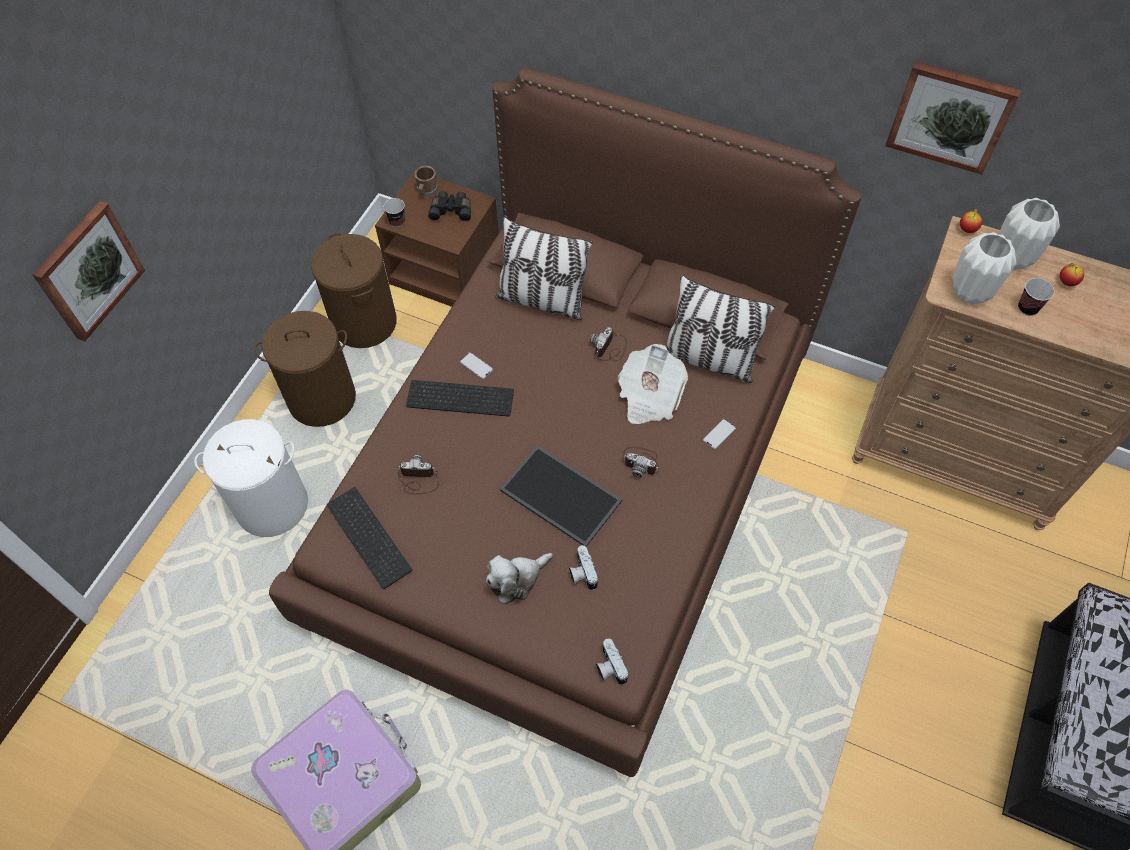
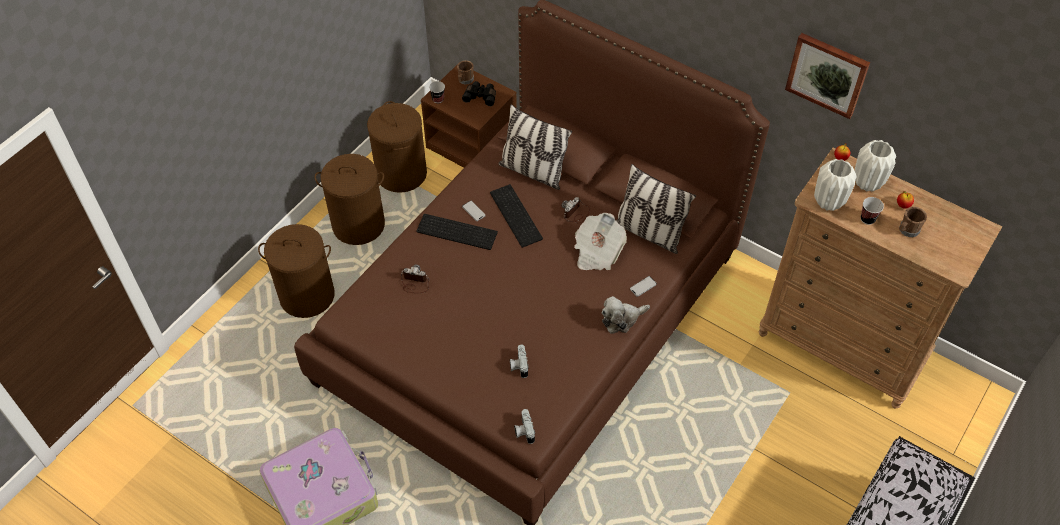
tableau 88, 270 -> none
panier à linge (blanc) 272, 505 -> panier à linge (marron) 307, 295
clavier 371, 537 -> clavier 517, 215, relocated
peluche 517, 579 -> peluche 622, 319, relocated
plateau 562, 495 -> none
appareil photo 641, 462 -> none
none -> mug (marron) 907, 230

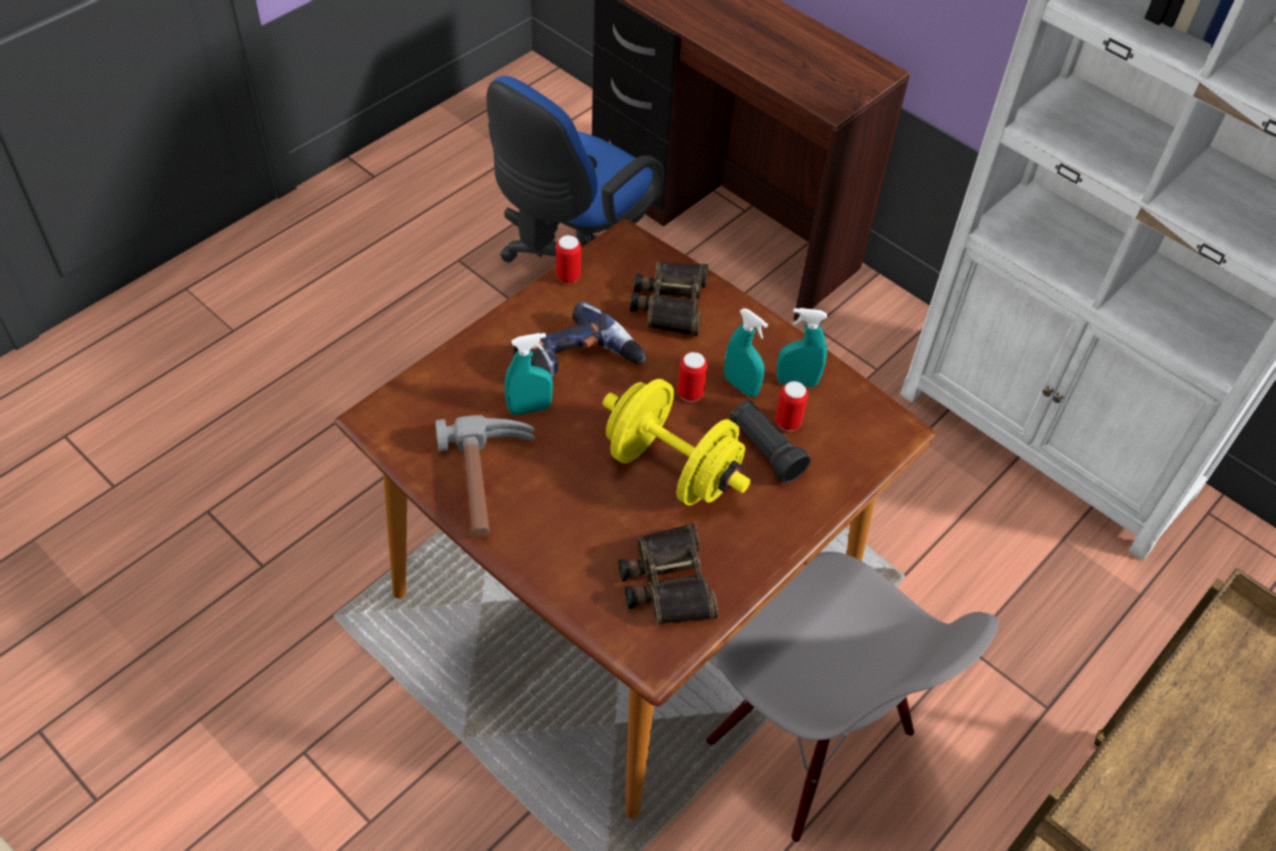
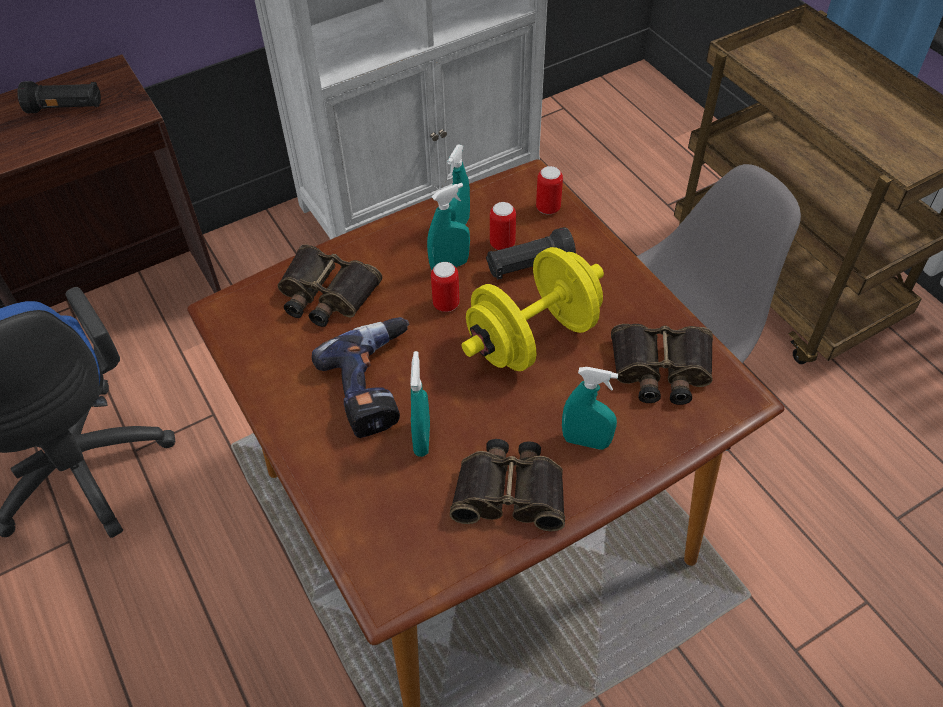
marteau 491, 482 -> jumelles 510, 491
boîte métallique 568, 276 -> boîte métallique 548, 208, relocated
none -> lampe de poche (noir) 66, 108
none -> vaporisateur (turquoise) 586, 441

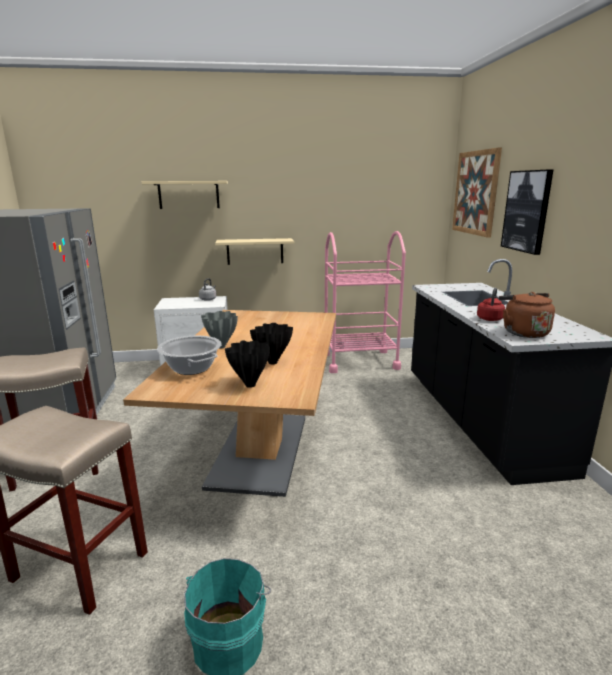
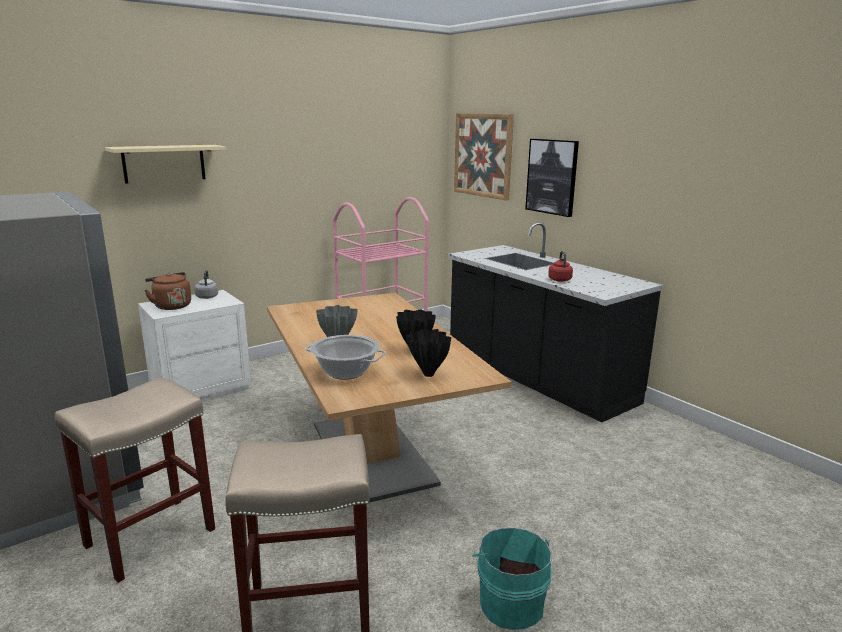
étagère (beige) 255, 251 -> none
bouilloire (marron) 523, 332 -> bouilloire (marron) 171, 306, relocated

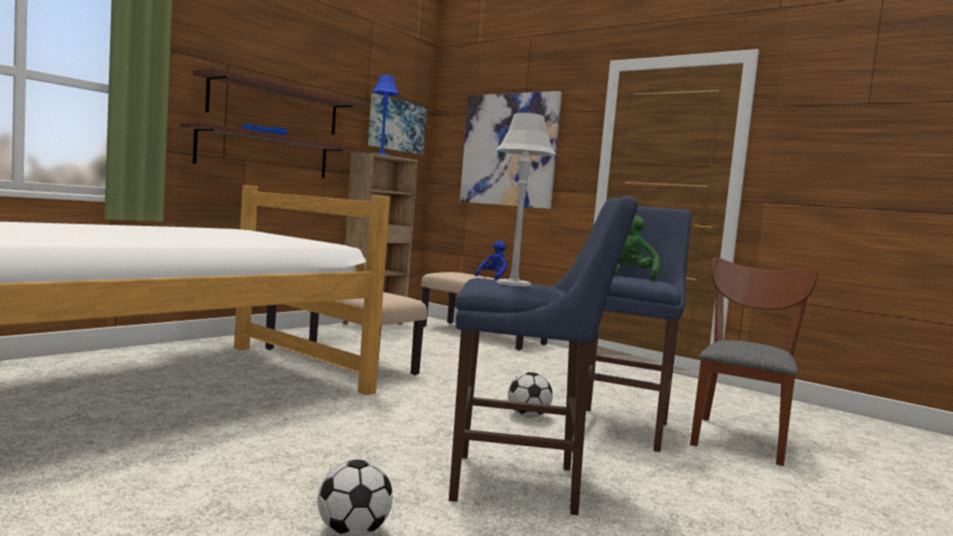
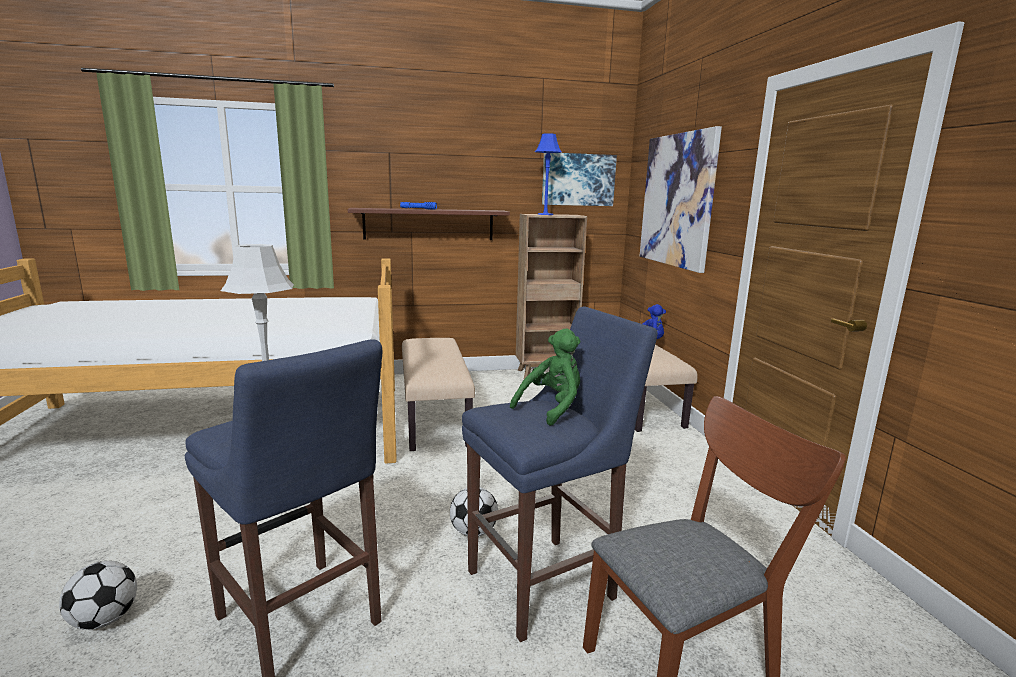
étagère 276, 106 -> none

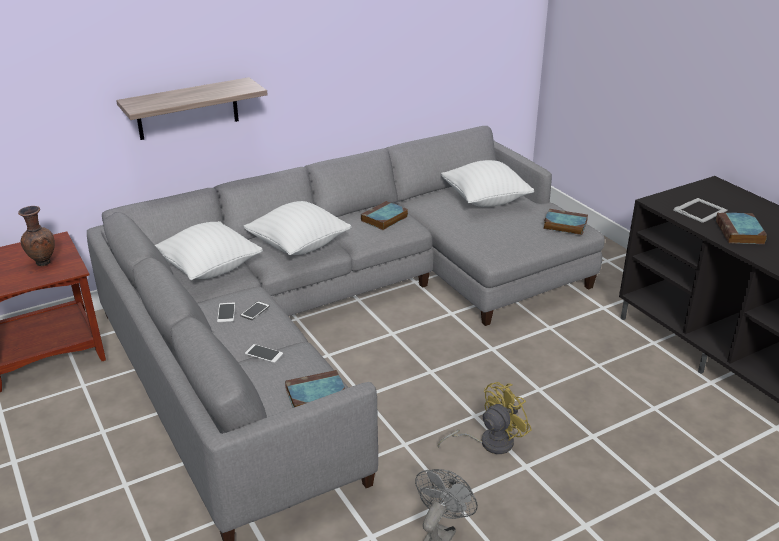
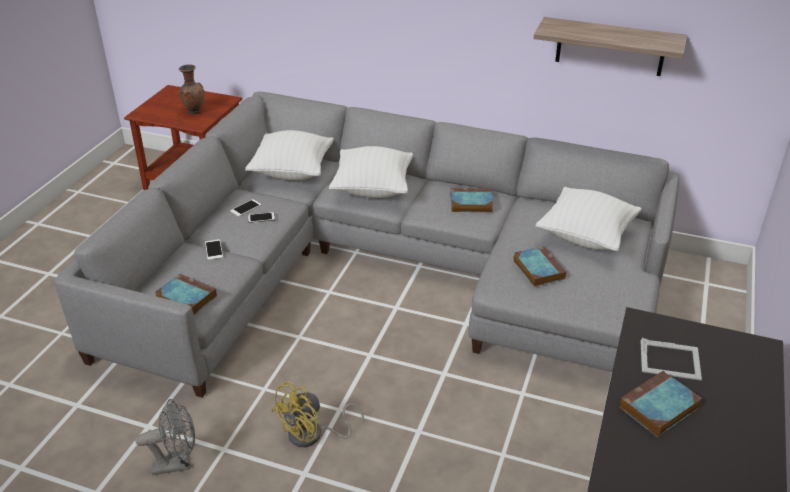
étagère 187, 109 -> étagère 610, 47, relocated
ventilateur (jaune) 489, 442 -> ventilateur (jaune) 313, 435, 120 degrees clockwise
livre 564, 225 -> livre 537, 269, relocated

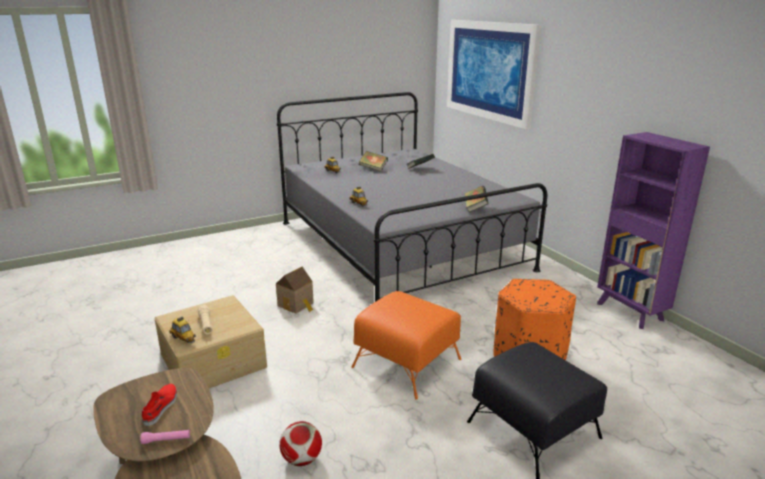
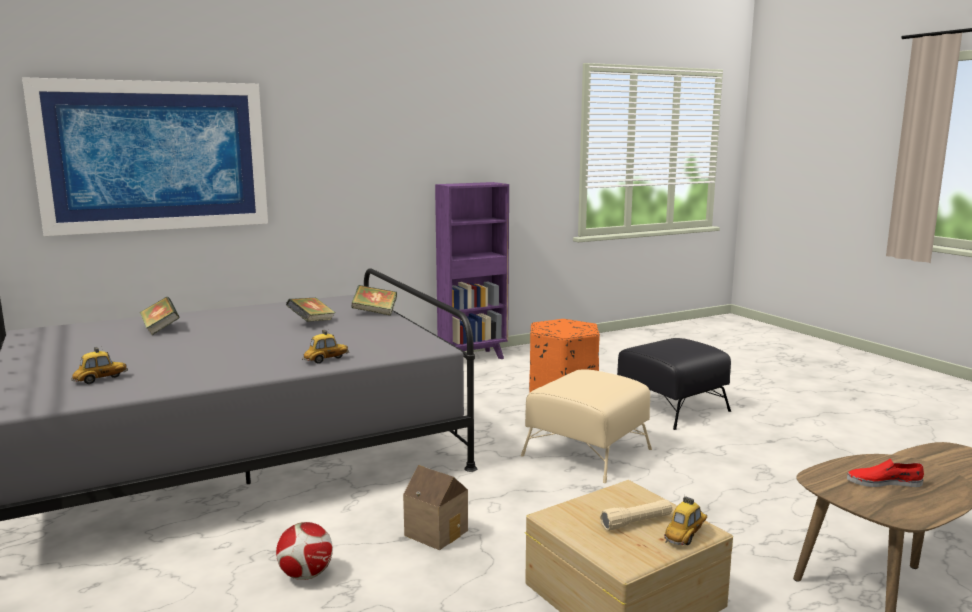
lampe de poche (rose) 166, 440 -> none
ballon de foot 301, 459 -> ballon de foot 306, 575, relocated
pouf (orange) 407, 363 -> pouf (beige) 587, 452
livre 373, 169 -> livre 312, 323, relocated

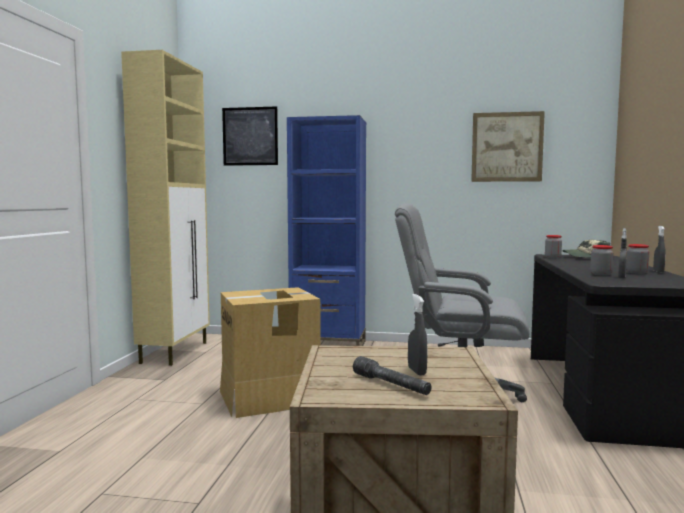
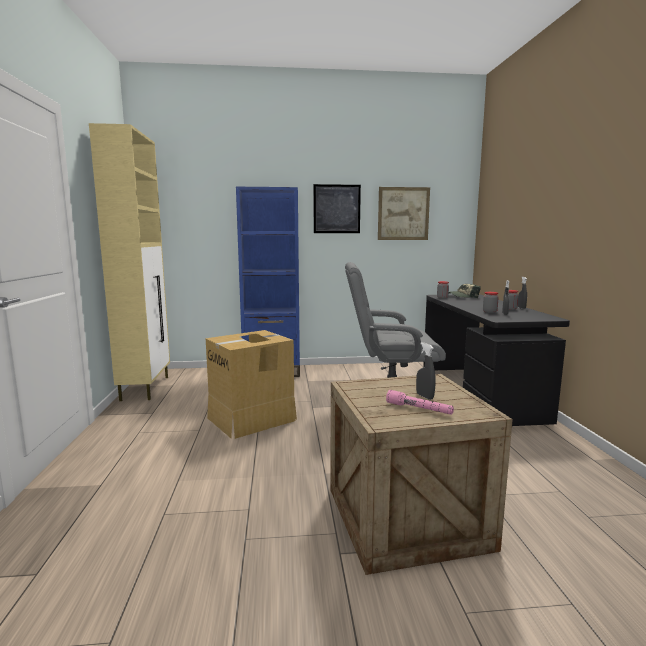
tableau 250, 136 -> tableau 336, 209, relocated
lampe de poche (gris) 391, 385 -> lampe de poche (rose) 419, 409

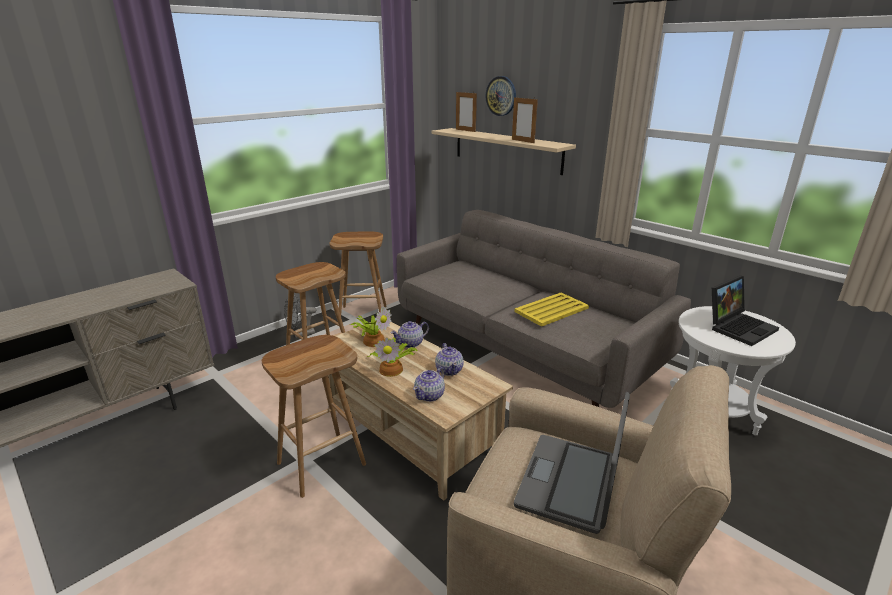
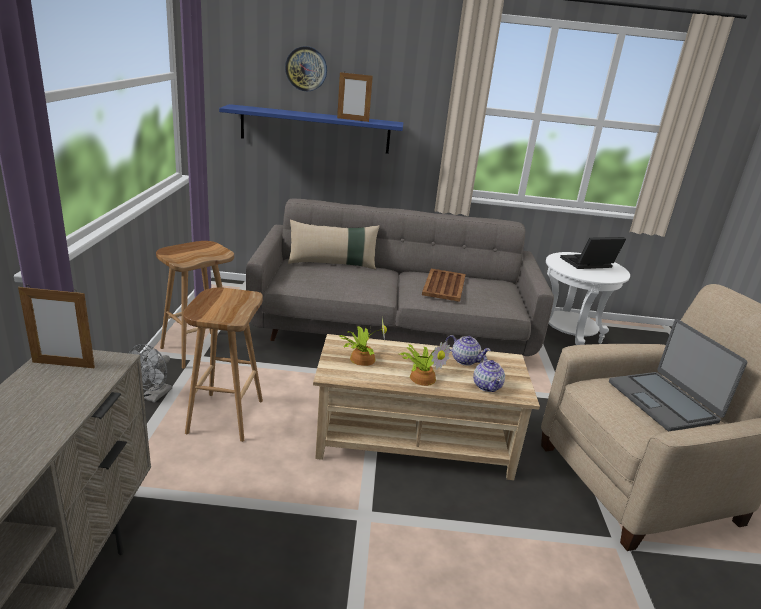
tabouret (marron) 322, 462 -> none
théière 411, 343 -> none
étagère (beige) 506, 150 -> étagère (bleu) 315, 129
cadre photo 465, 130 -> cadre photo 63, 365, relocated
plateau (jaune) 551, 310 -> plateau (marron) 444, 286
ordinateur portable 739, 327 -> ordinateur portable 587, 264, 120 degrees counterclockwise
none -> coussin (beige) 332, 264

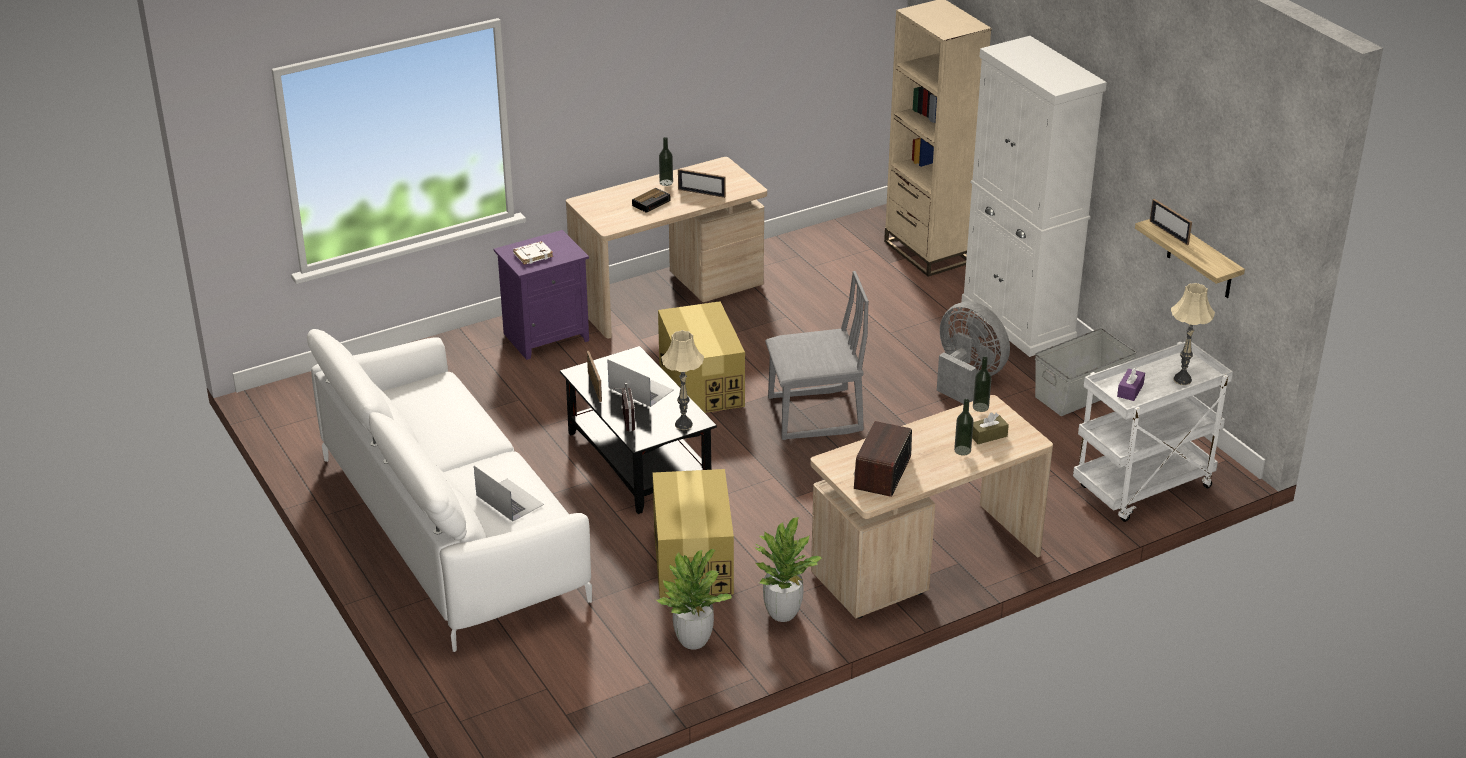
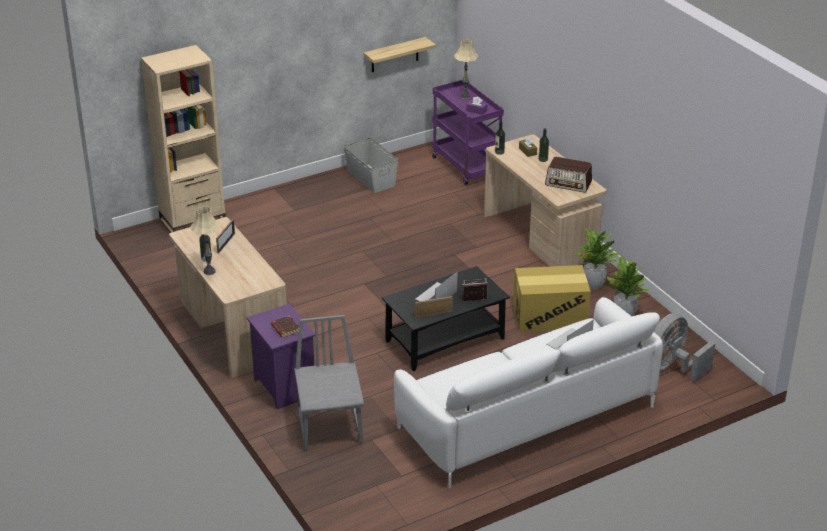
livre (blanc) 533, 255 -> livre (marron) 285, 328
réveil 652, 202 -> none
carton 701, 384 -> none
lampe de table (beige) 684, 425 -> lampe de table (beige) 209, 271, relocated
chaise (gris) 815, 415 -> chaise (gris) 331, 426, relocated
ventilateur (gris) 967, 378 -> ventilateur (gris) 671, 367, relocated
meuble de rangement (blanc) 1018, 321 -> none
chariot (blanc) 1142, 489 -> chariot (violet) 467, 167
cadre photo 1169, 232 -> none

